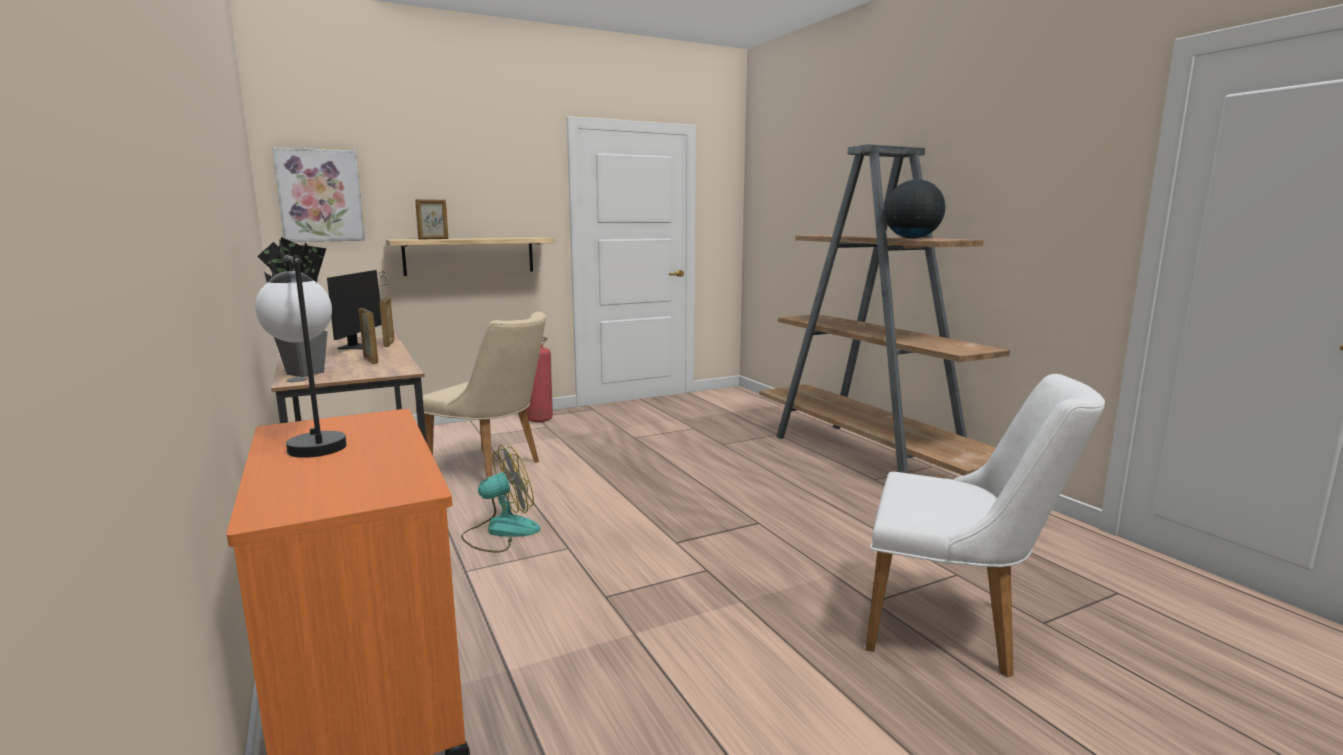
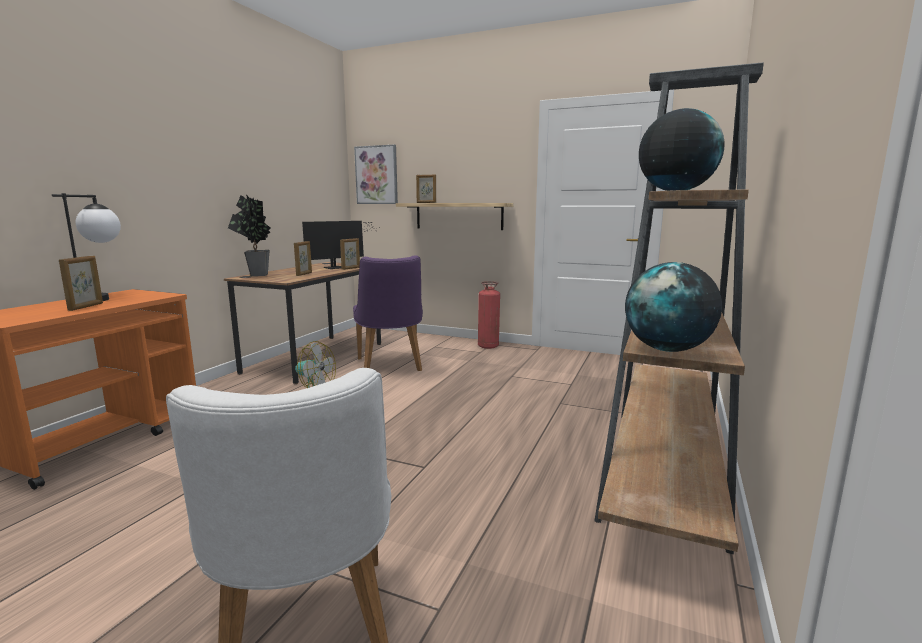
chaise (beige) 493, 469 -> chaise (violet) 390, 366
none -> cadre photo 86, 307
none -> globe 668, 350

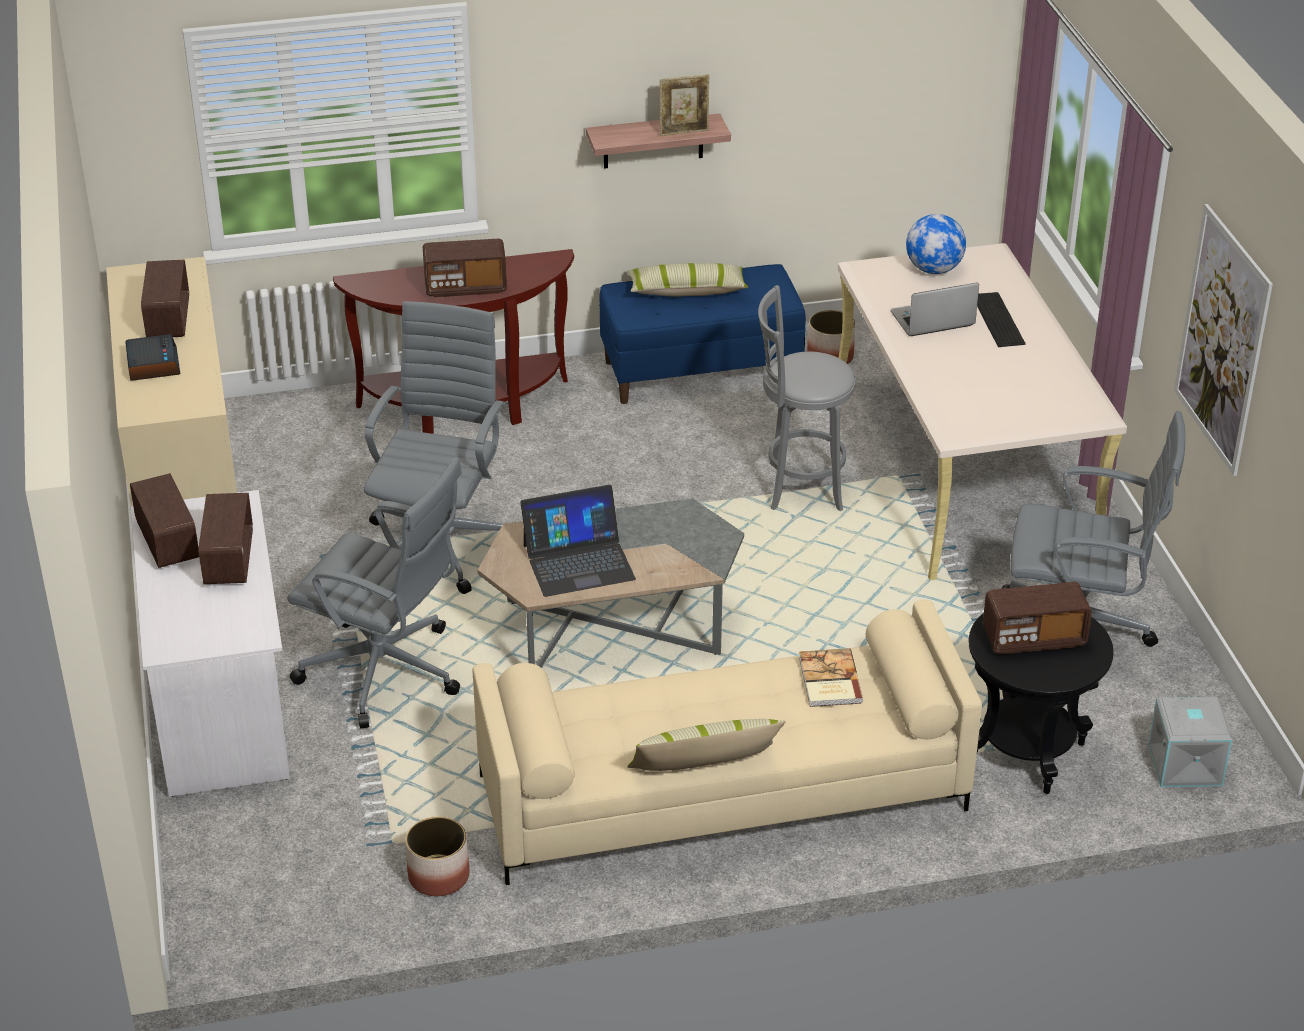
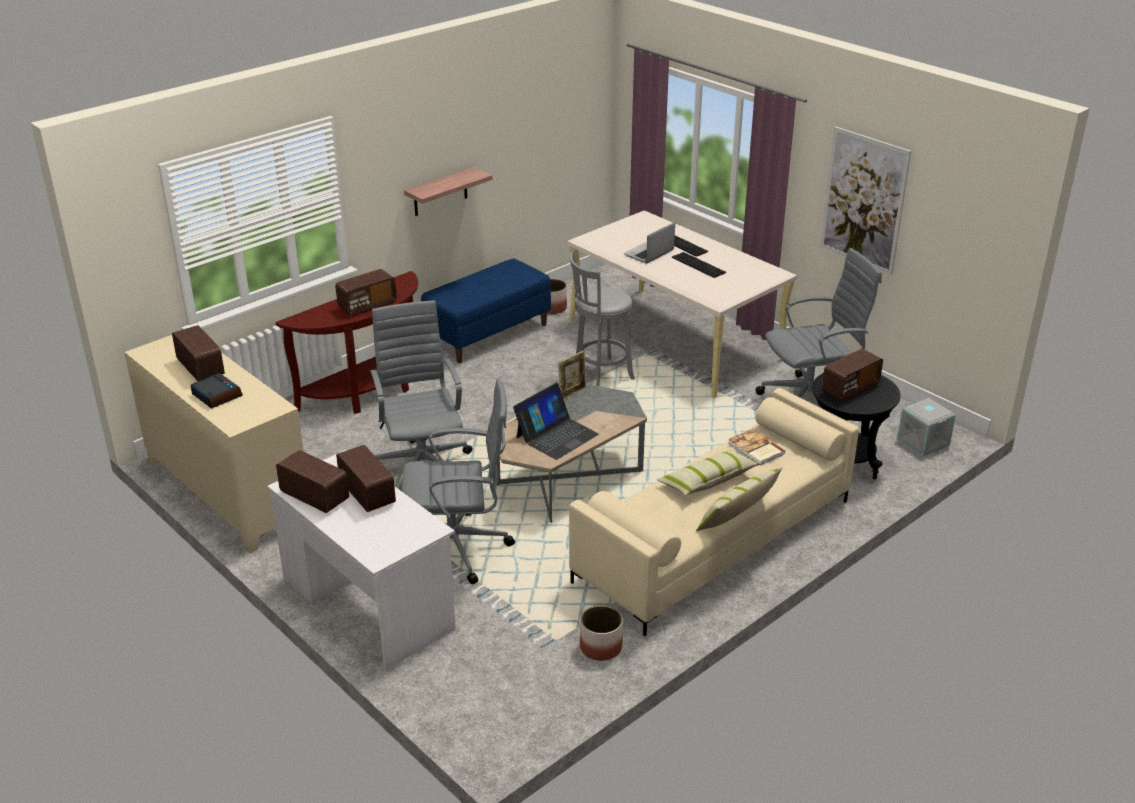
coussin 687, 291 -> coussin 707, 481, relocated
cadre photo 684, 132 -> cadre photo 572, 393, relocated
globe 933, 269 -> none
none -> clavier 698, 265

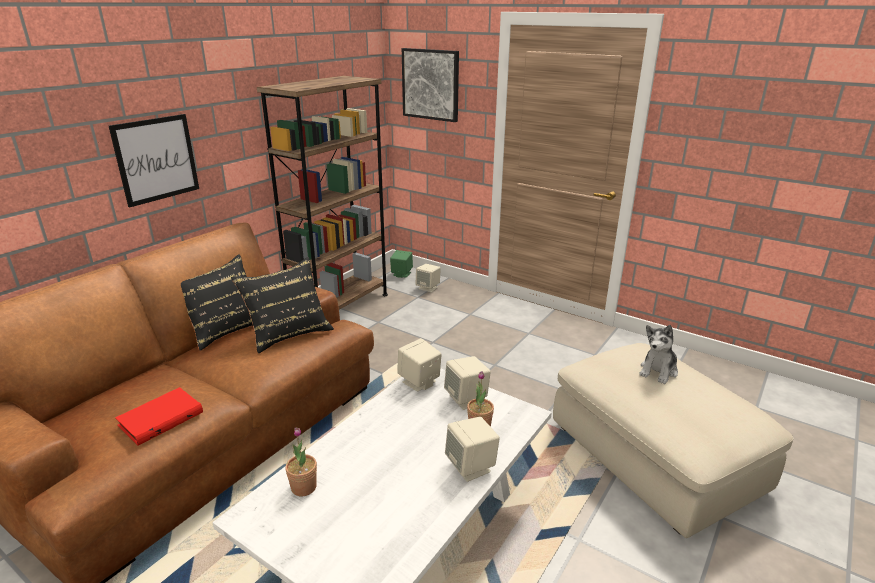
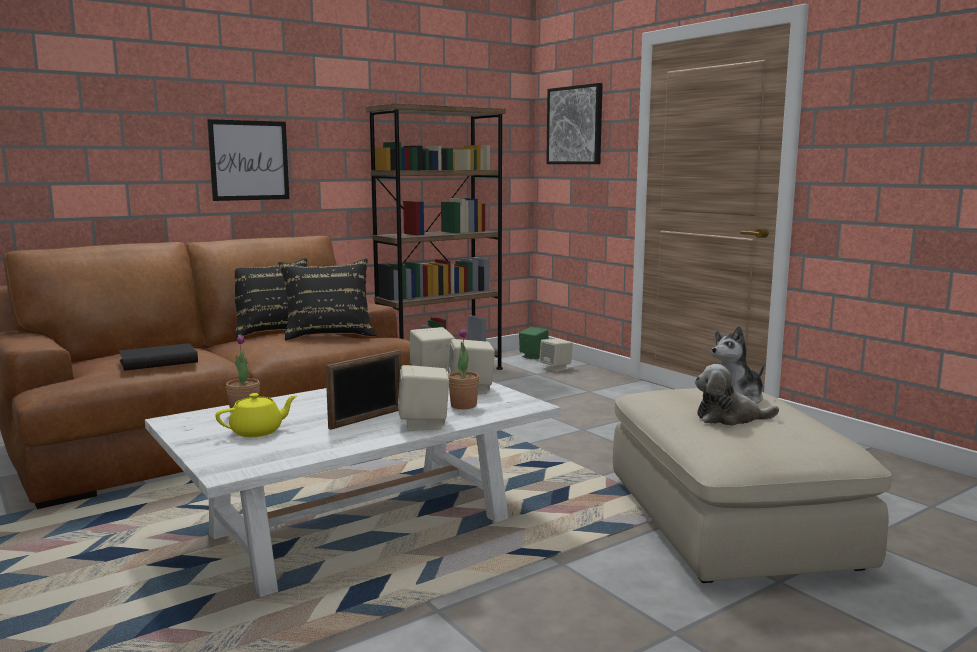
livre (rouge) 160, 418 -> livre (noir) 159, 361
none -> théière (jaune) 258, 432
none -> cadre photo 367, 419
none -> peluche 729, 418

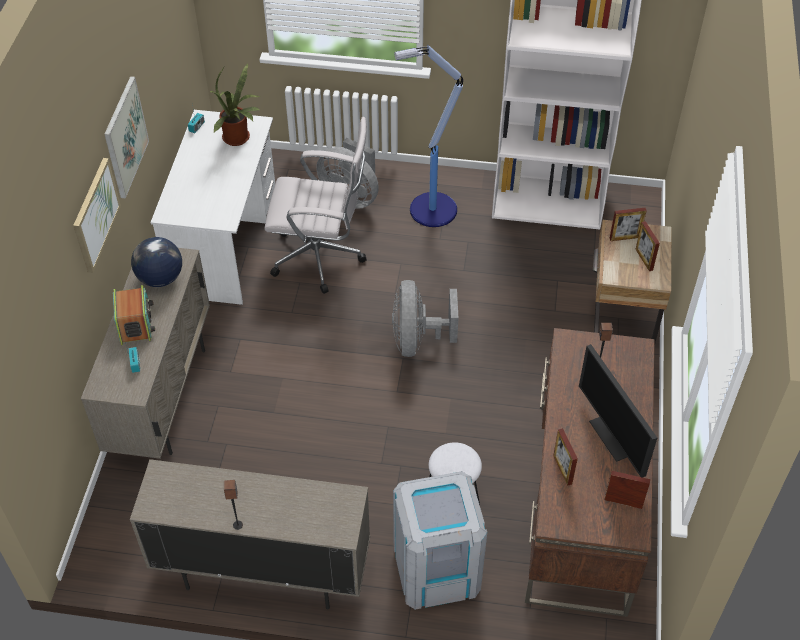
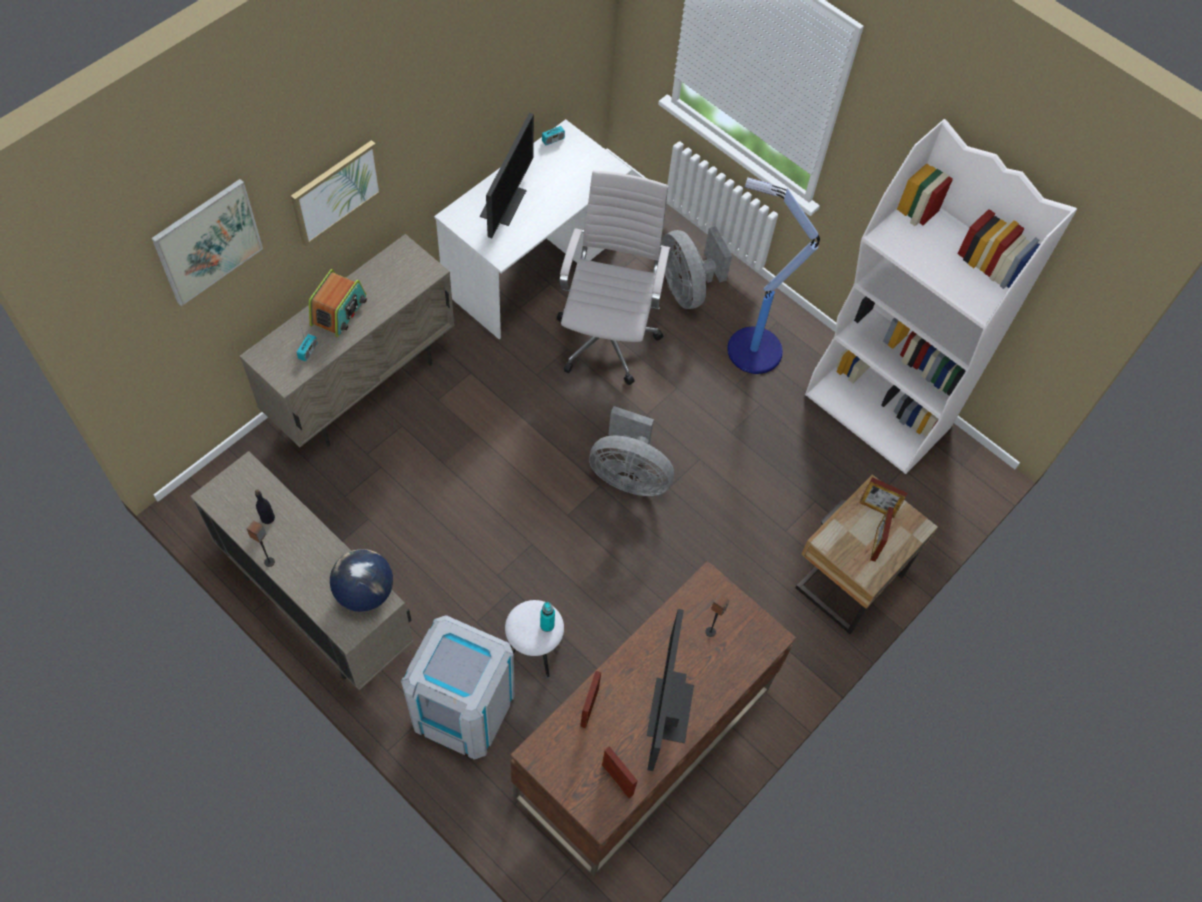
tableau 125, 137 -> tableau 208, 242, relocated
globe 160, 278 -> globe 364, 592, relocated
plante en pot 239, 139 -> none
chaise de bureau (blanc) 322, 258 -> chaise de bureau (blanc) 608, 336, 120 degrees counterclockwise
ventilateur (gris) 418, 339 -> ventilateur (gris) 629, 476, 105 degrees counterclockwise
none -> bouteille (noir) 267, 518
none -> écran d'ordinateur 503, 203
none -> bouteille (turquoise) 547, 625

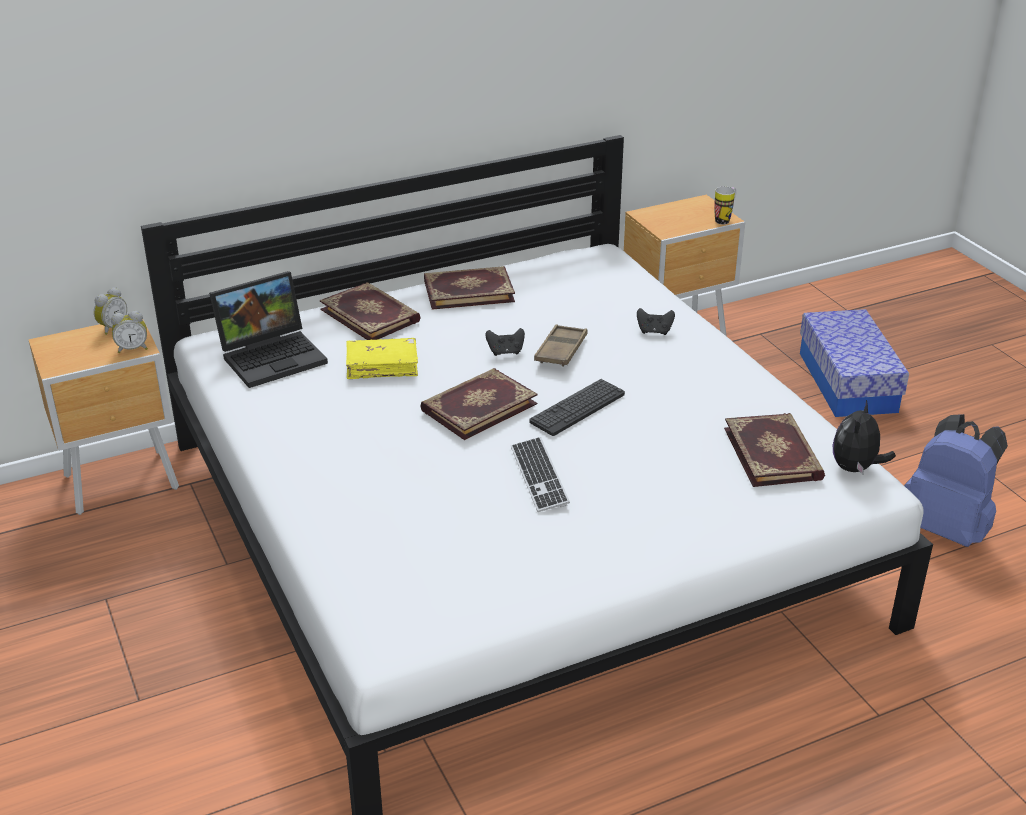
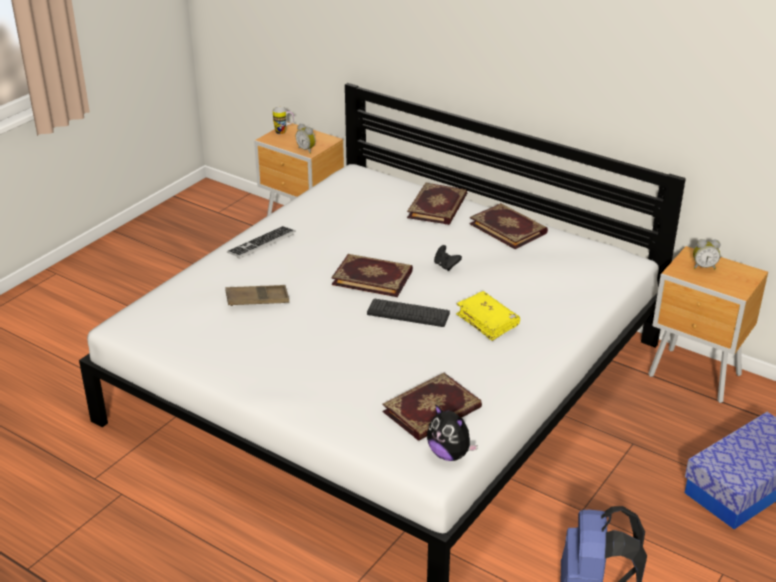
réveil 112, 327 -> réveil 703, 267, relocated
ordinateur portable 273, 355 -> none
livre (jaune) 382, 366 -> livre (jaune) 487, 321, relocated
clavier 539, 476 -> clavier 261, 243, relocated
plateau (marron) 561, 350 -> plateau (marron) 257, 299, relocated
manette (noir) 654, 331 -> none
mug 725, 219 -> mug 284, 132, relocated
peluche 856, 468 -> peluche 449, 454, 135 degrees counterclockwise

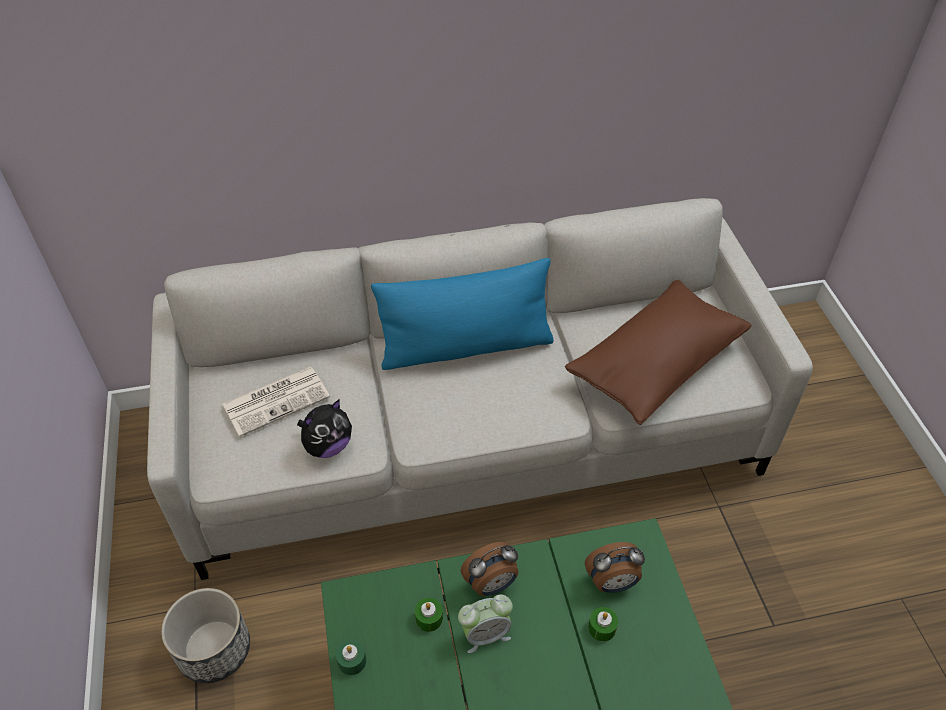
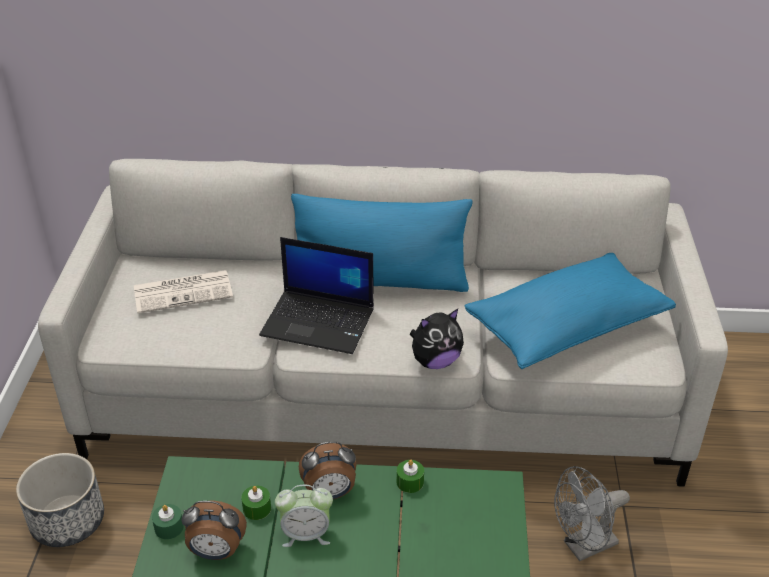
peluche 328, 446 -> peluche 435, 361, relocated
coussin (marron) 655, 364 -> coussin (bleu) 566, 328
réveil 612, 583 -> réveil 216, 552, relocated
bougie (vert) 602, 628 -> bougie (vert) 410, 482, relocated
none -> ordinateur portable 319, 322
none -> ventilateur (gris) 584, 547

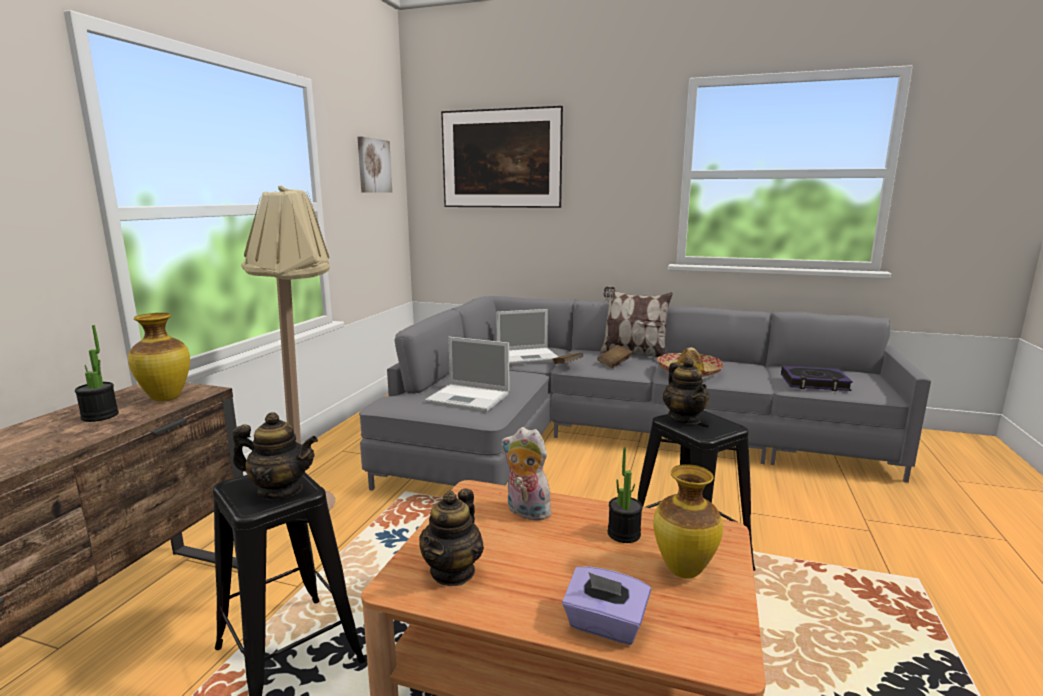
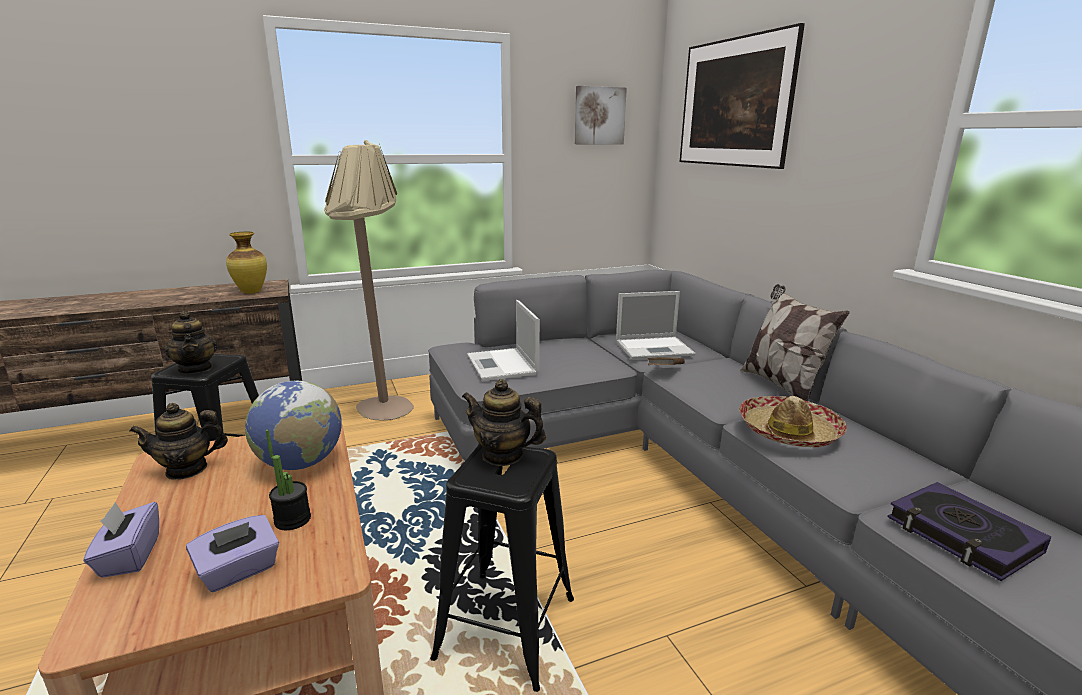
plante en pot 100, 416 -> none
ordinateur portable 528, 356 -> ordinateur portable 655, 348, 45 degrees counterclockwise
peluche 525, 512 -> globe 300, 463
livre (marron) 614, 364 -> none
vase 682, 570 -> boîte à mouchoirs (violet) 239, 571
théière 684, 419 -> théière 503, 455, 75 degrees clockwise

